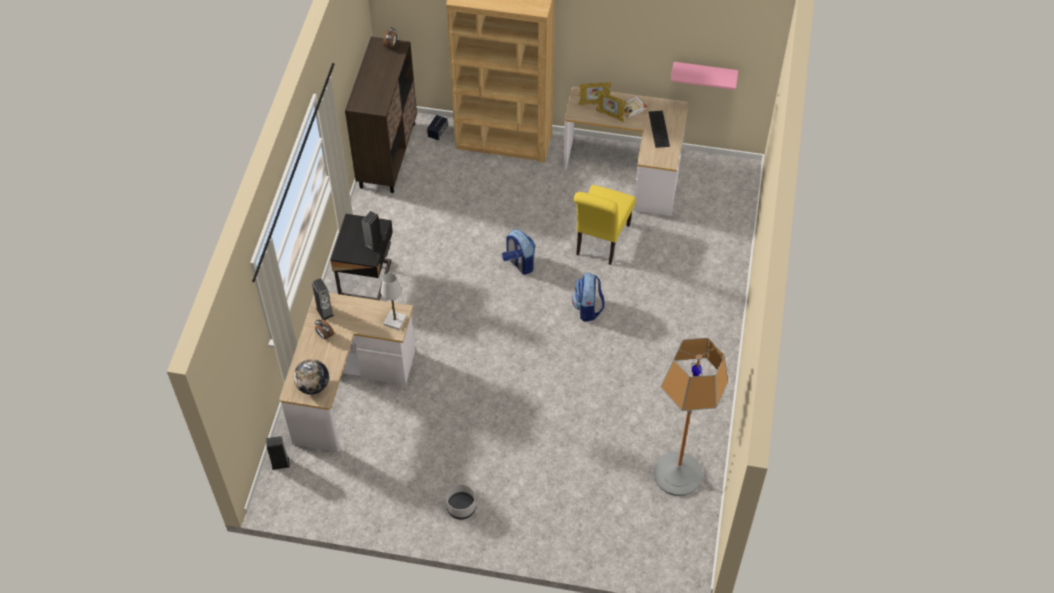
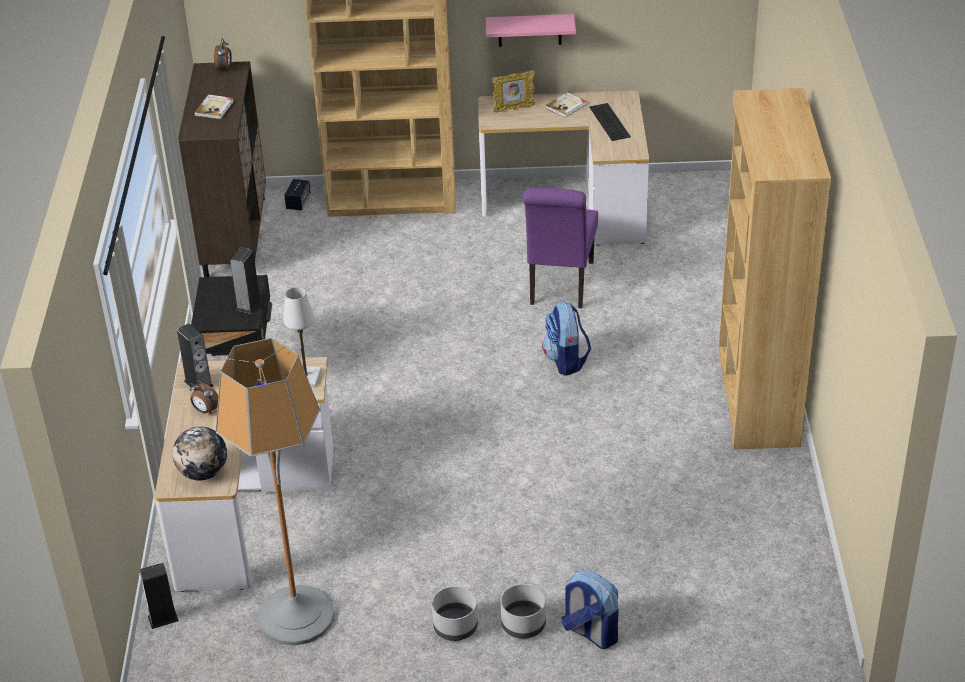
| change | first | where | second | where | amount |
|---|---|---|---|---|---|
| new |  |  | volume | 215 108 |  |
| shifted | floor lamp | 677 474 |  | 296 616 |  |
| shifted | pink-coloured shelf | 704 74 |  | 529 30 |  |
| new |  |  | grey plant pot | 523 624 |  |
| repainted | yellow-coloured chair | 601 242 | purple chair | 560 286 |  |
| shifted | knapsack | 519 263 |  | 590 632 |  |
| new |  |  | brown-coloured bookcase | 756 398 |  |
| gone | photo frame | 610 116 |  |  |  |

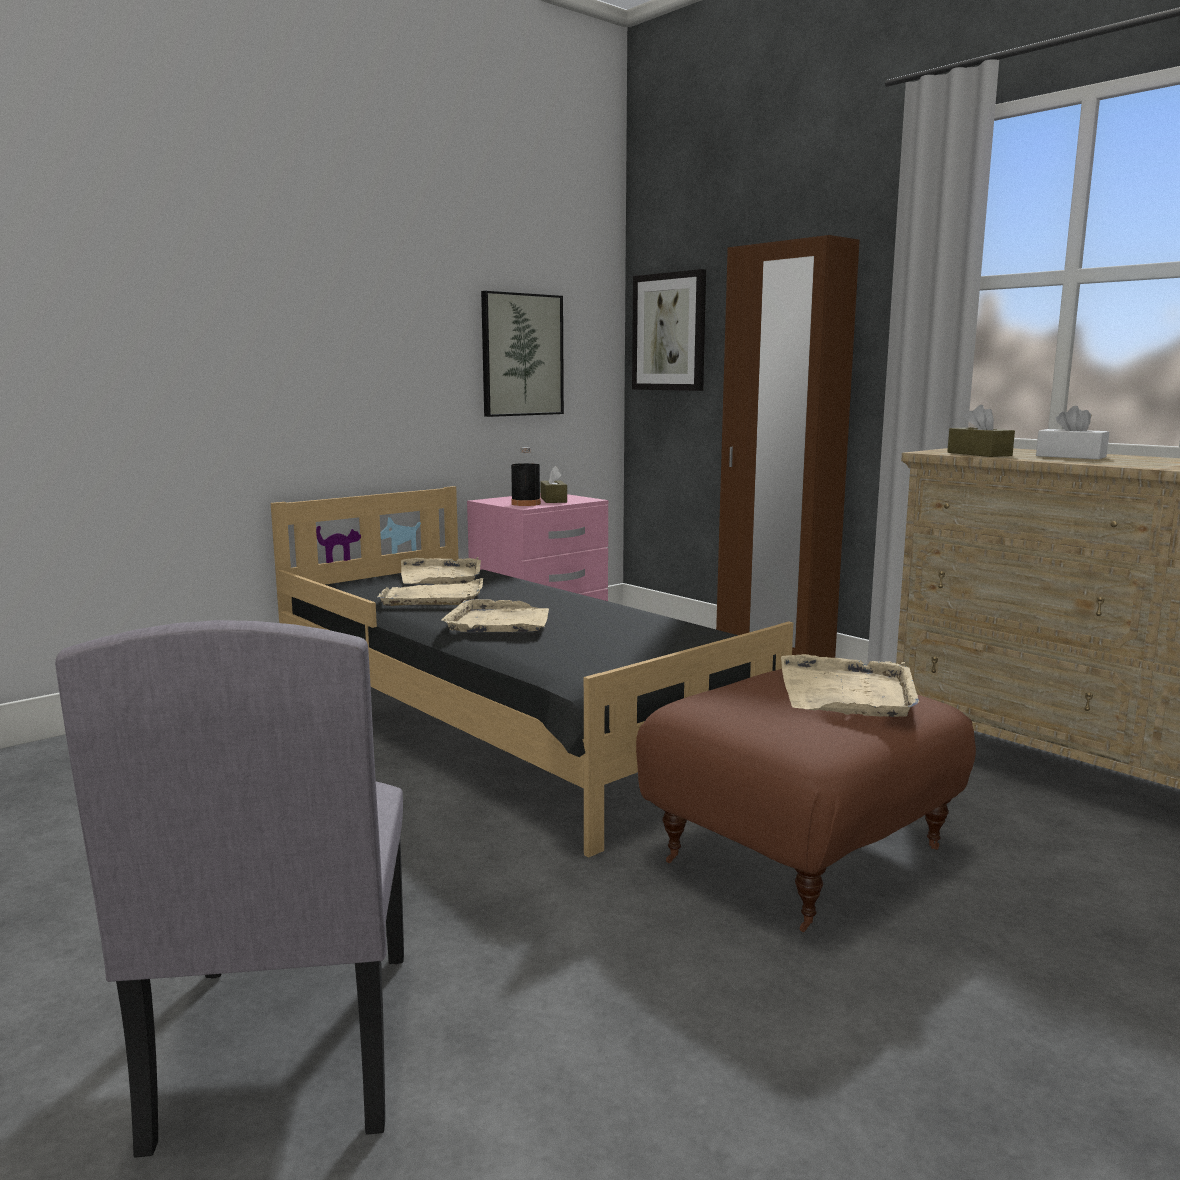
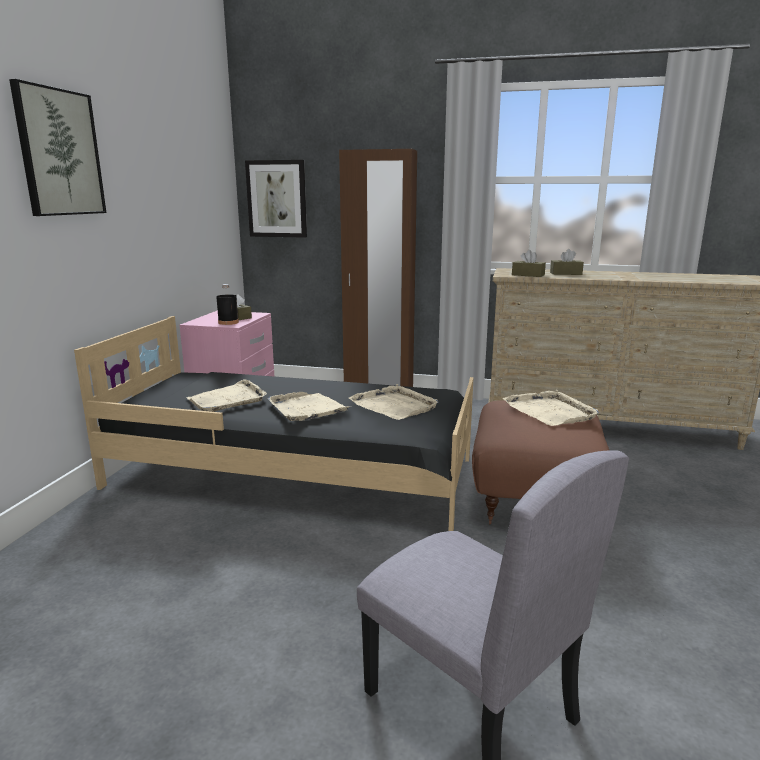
| change | first | where | second | where | amount |
|---|---|---|---|---|---|
| shifted | wall picture | 521 355 |  | 59 153 |  |
| shifted | beige-coloured carrying tray | 440 576 |  | 394 405 |  |
| repainted | white tissue box | 1070 456 | brown-coloured tissue box | 565 273 |  |

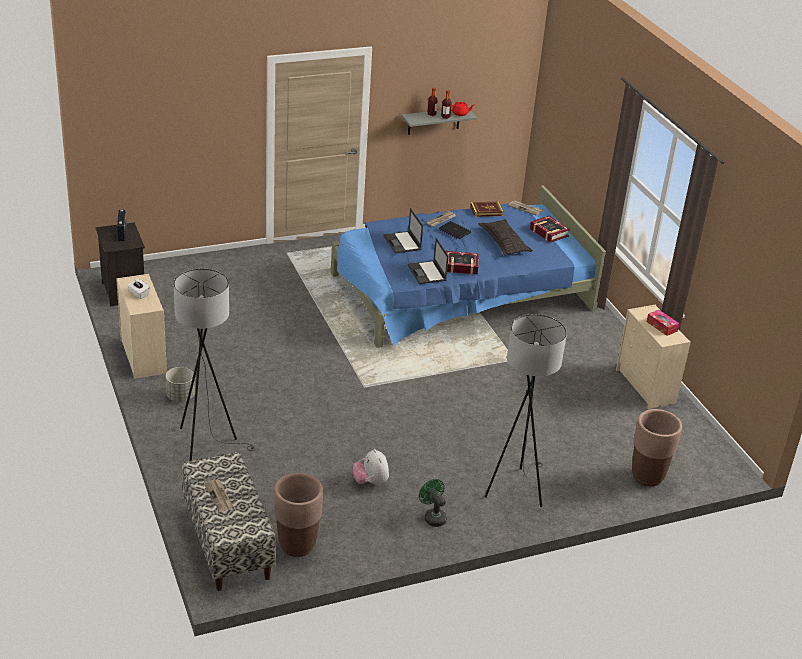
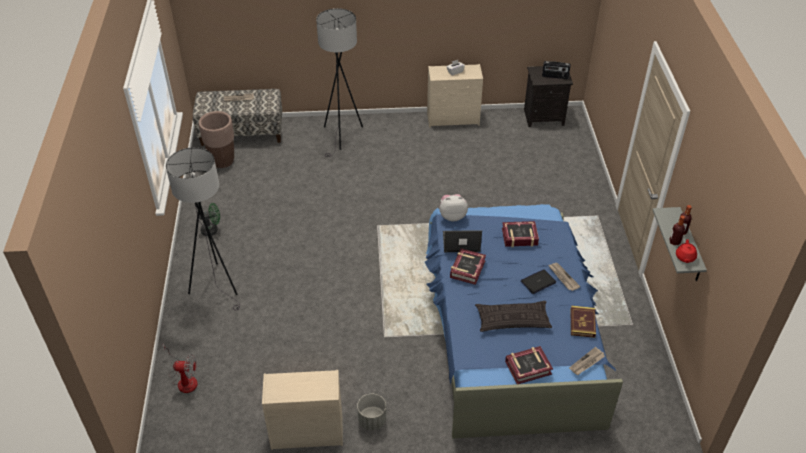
| change | first | where | second | where | amount |
|---|---|---|---|---|---|
| swapped | brown-coloured plant pot | 647 476 | fan | 184 379 |  |
| shifted | grey plant pot | 180 396 |  | 372 420 |  |
| shifted | soft toy | 370 482 |  | 452 216 |  |
| swapped | notebook computer | 402 243 | volume | 519 237 |  |
| gone | tissue box | 661 326 |  |  |  |

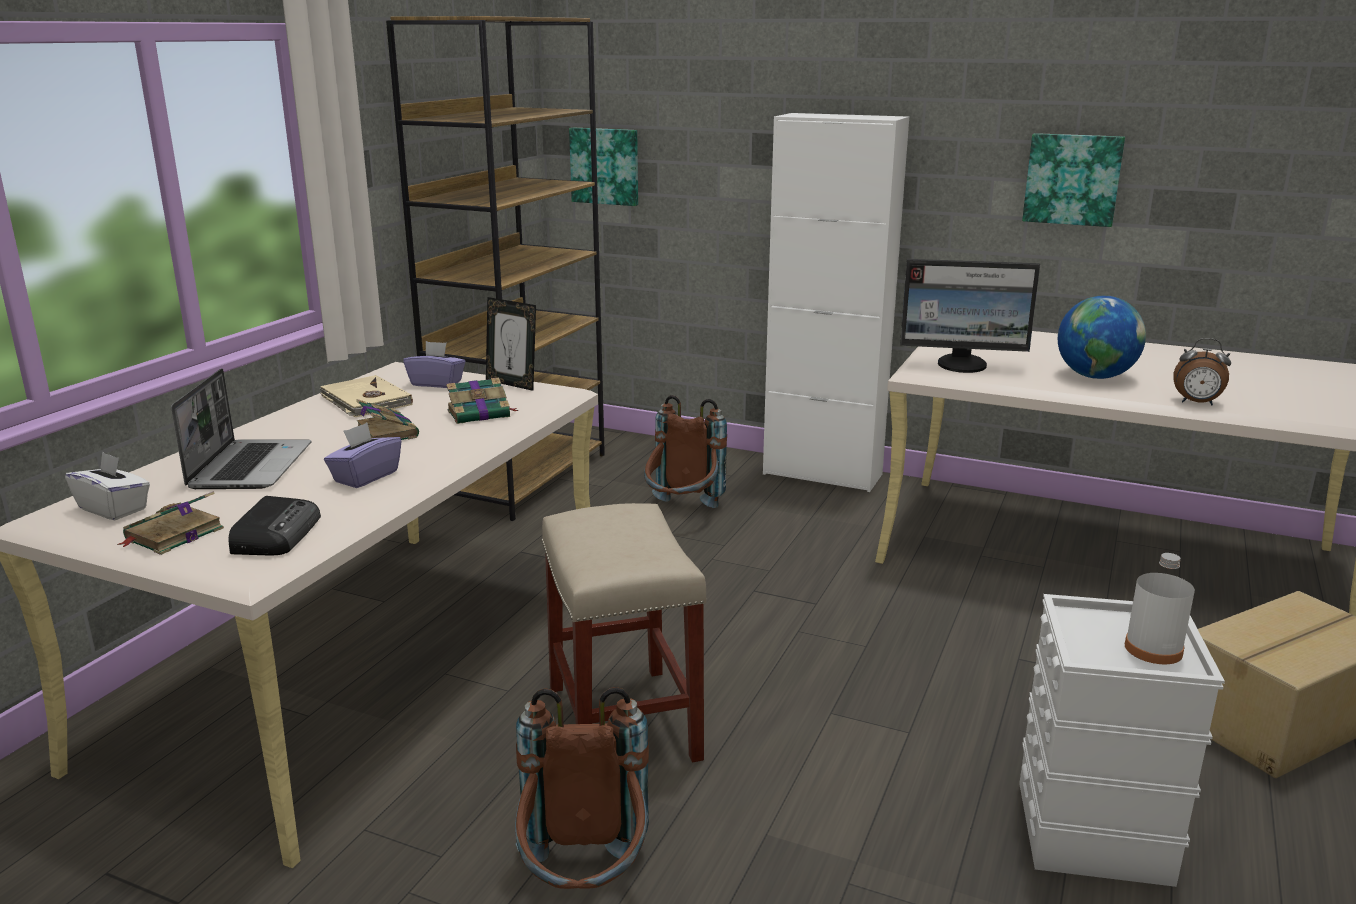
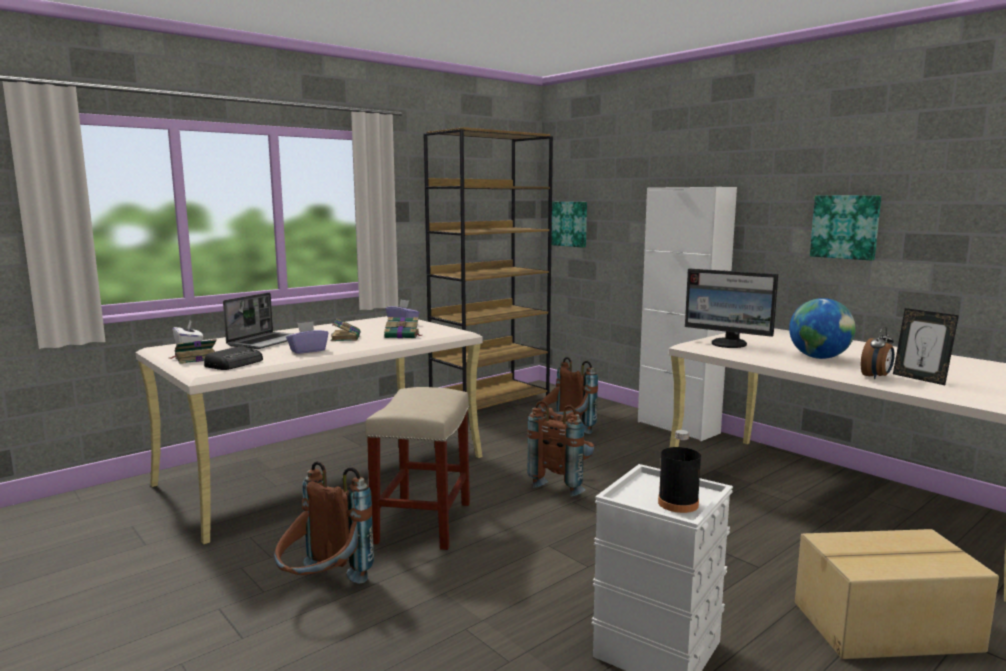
| change | first | where | second | where | amount |
|---|---|---|---|---|---|
| new |  |  | brown-coloured knapsack | 563 483 |  |
| repainted | white drink bottle | 1153 649 | blackish drink bottle | 678 503 |  |
| rotated | bedside clock | 1197 403 |  | 876 377 | 90 degrees counterclockwise |
| shifted | photo frame | 512 384 |  | 920 379 |  |
| gone | beige-coloured volume | 365 401 |  |  |  |

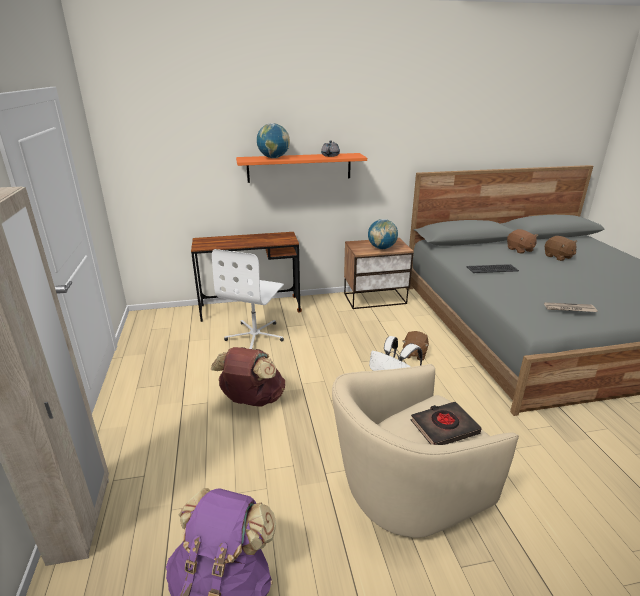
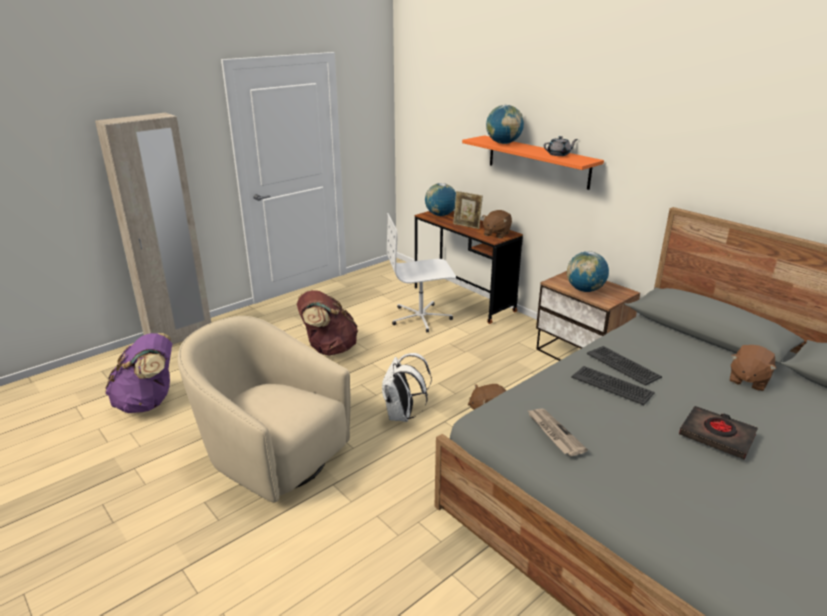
| change | first | where | second | where | amount |
|---|---|---|---|---|---|
| new |  |  | desk globe | 440 215 |  |
| new |  |  | photo frame | 467 226 |  |
| shifted | brown-coloured soft toy | 558 257 |  | 496 234 |  |
| new |  |  | computer keyboard | 612 385 |  |
| shifted | blackish volume | 444 427 |  | 717 436 |  |

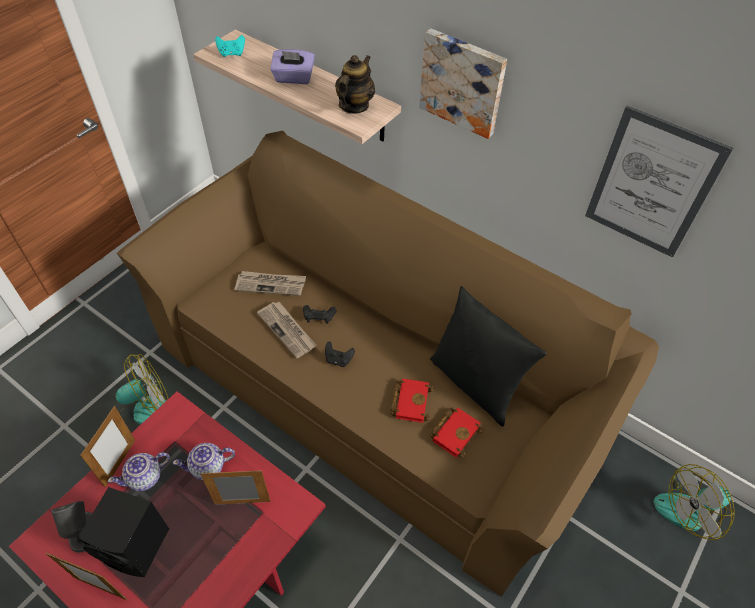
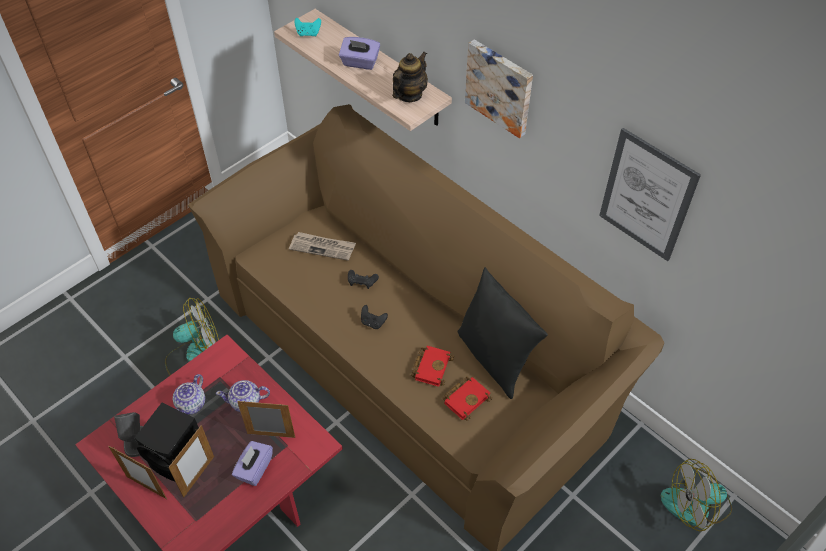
| change | first | where | second | where | amount |
|---|---|---|---|---|---|
| shifted | photo frame | 120 463 |  | 198 476 |  |
| rotated | teapot | 145 477 |  | 192 404 | 45 degrees counterclockwise |
| new |  |  | purple tissue box | 254 469 |  |
| gone | newspaper | 287 330 |  |  |  |

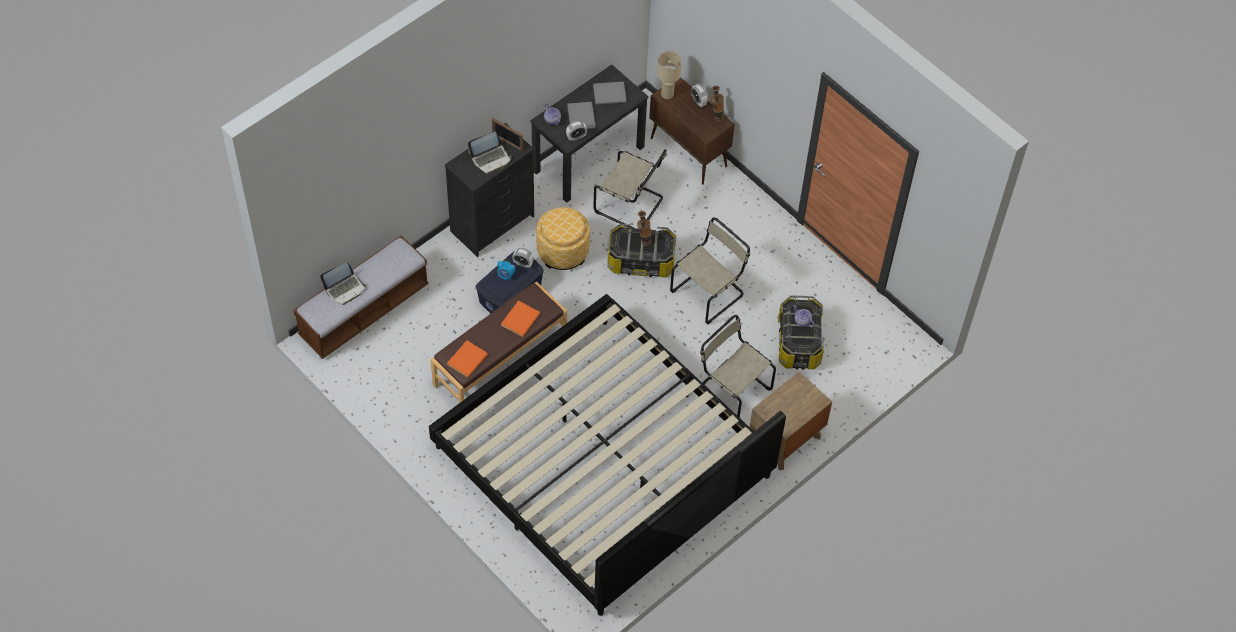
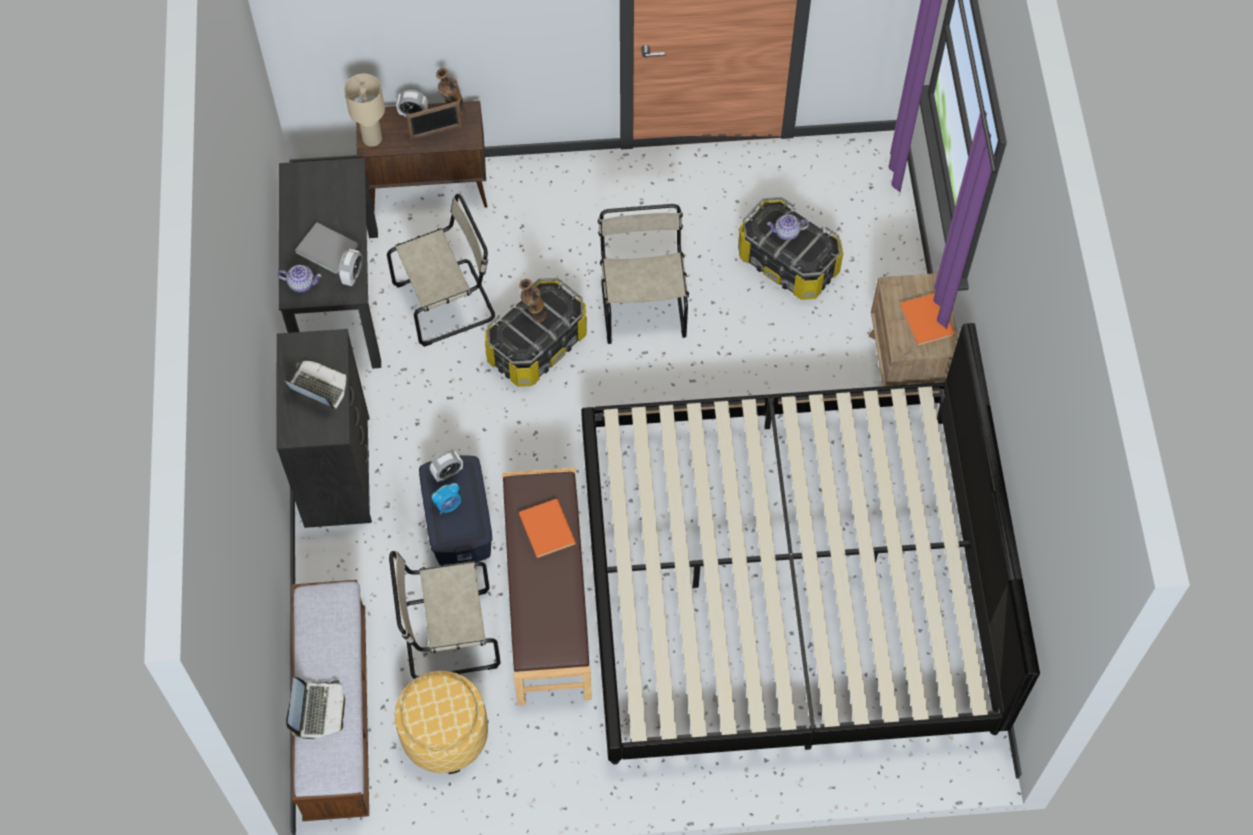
| change | first | where | second | where | amount |
|---|---|---|---|---|---|
| rotated | notebook computer | 491 158 |  | 317 388 | 75 degrees counterclockwise |
| shifted | beige-coloured chair | 731 389 |  | 446 635 |  |
| shifted | pouffe | 562 251 |  | 445 734 |  |
| shifted | photo frame | 507 142 |  | 436 132 |  |
| shifted | orange-coloured volume | 469 359 |  | 927 319 |  |
| gone | grey volume | 610 94 |  |  |  |

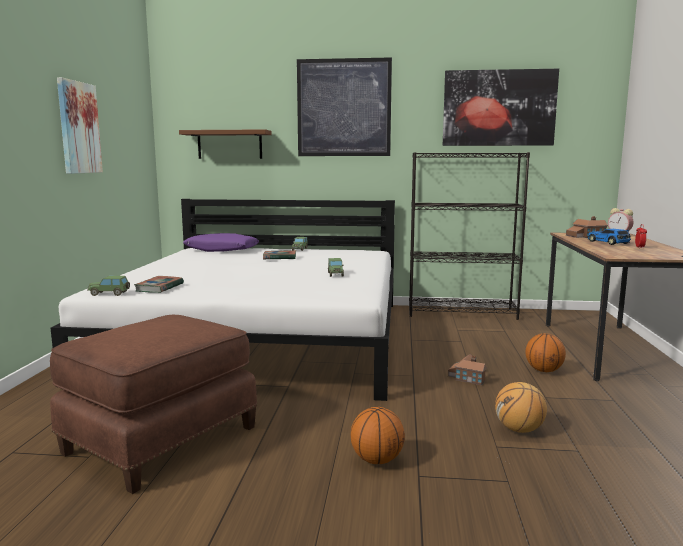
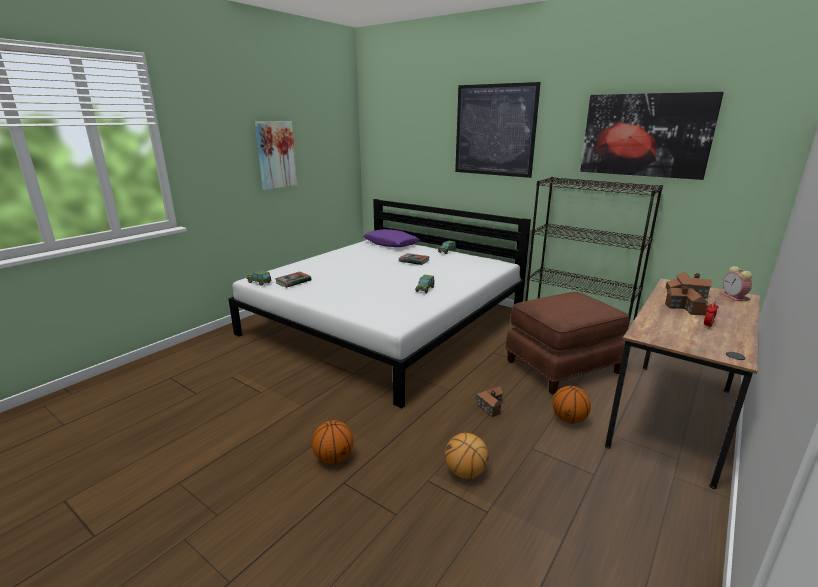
| change | first | where | second | where | amount |
|---|---|---|---|---|---|
| shifted | brown-coloured pouffe | 160 439 |  | 561 366 |  |
| swapped | model car | 608 242 | toy house | 688 309 |  |
| gone | brown-coloured shelf | 229 144 |  |  |  |

